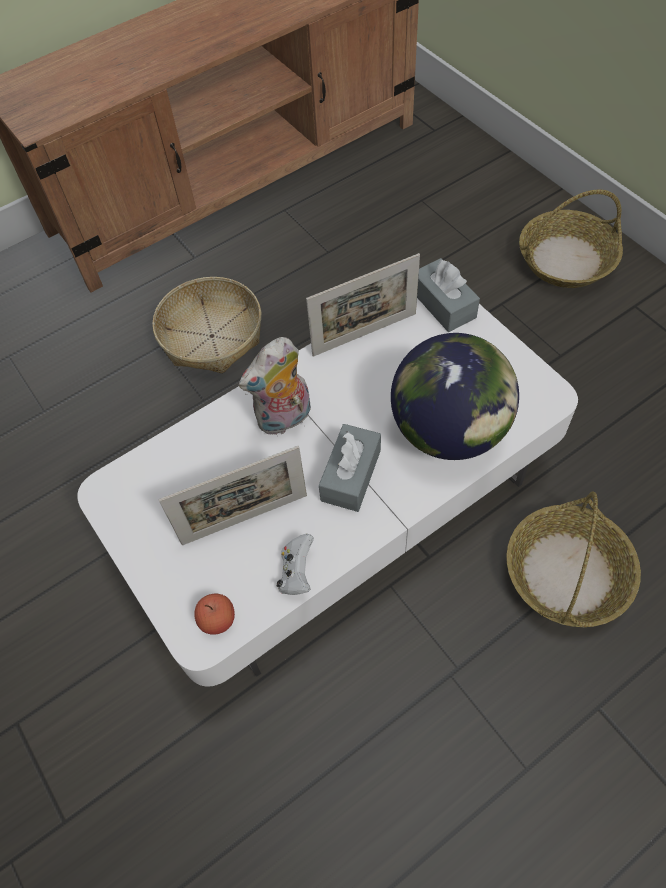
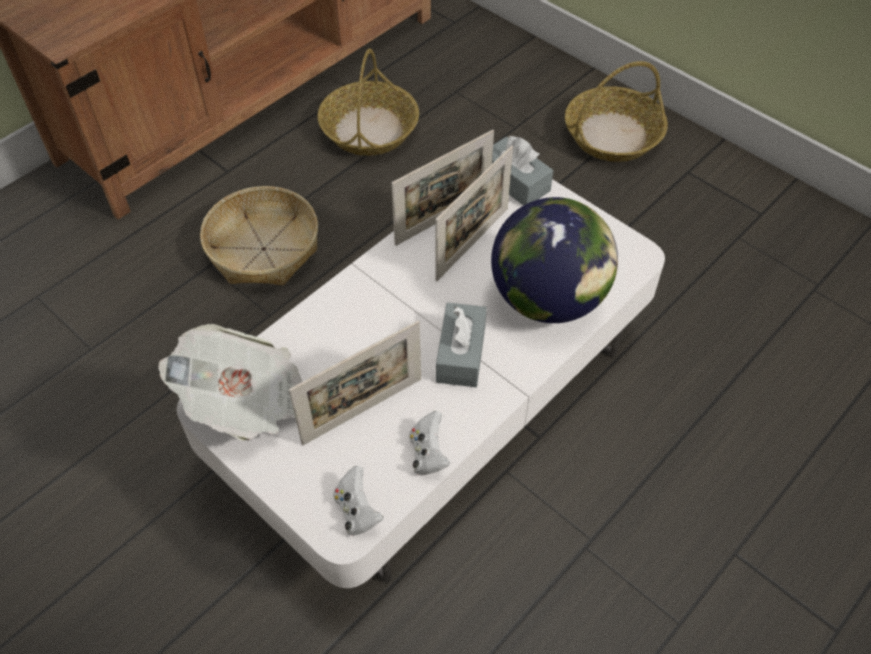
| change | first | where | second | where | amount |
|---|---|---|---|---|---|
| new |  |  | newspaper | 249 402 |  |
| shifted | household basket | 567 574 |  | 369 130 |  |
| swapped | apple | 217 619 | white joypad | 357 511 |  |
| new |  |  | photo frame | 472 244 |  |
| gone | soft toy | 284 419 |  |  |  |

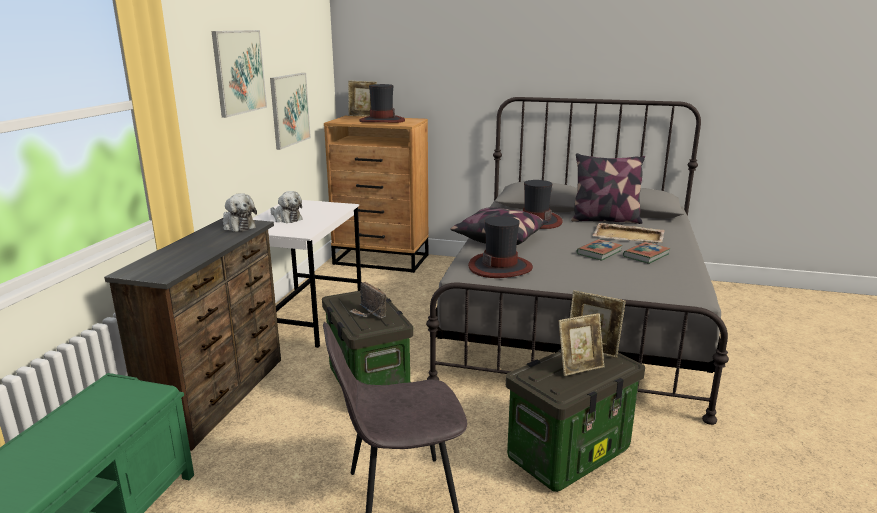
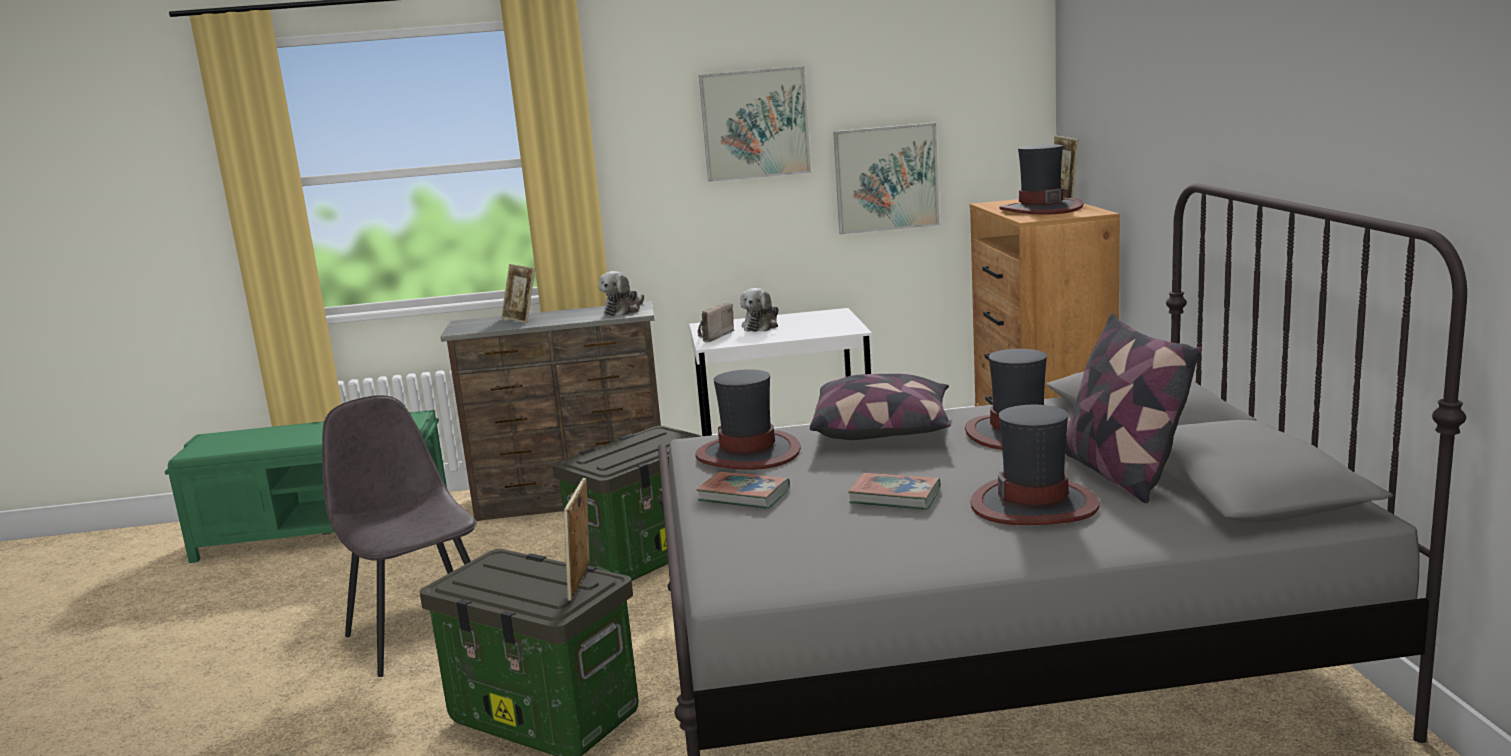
| change | first | where | second | where | amount |
|---|---|---|---|---|---|
| shifted | photo frame | 579 367 |  | 521 319 |  |
| shifted | volume | 646 255 |  | 744 495 |  |
| shifted | radio set | 368 313 |  | 712 337 |  |
| swapped | beige-coloured carrying tray | 629 236 | hat | 1034 504 |  |

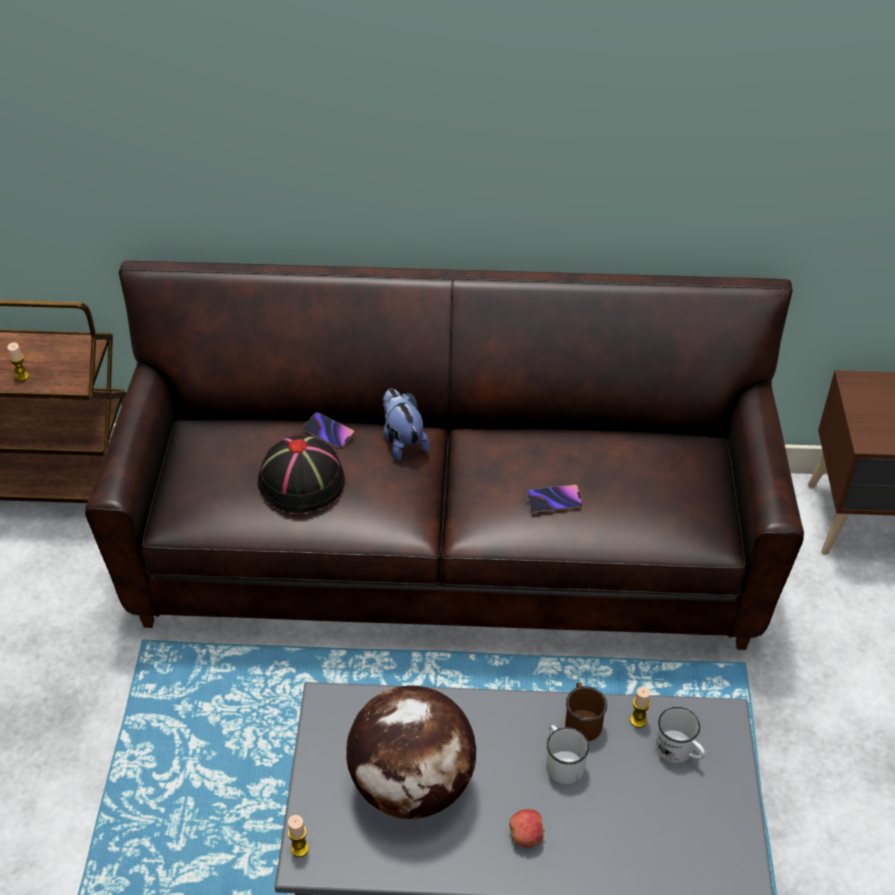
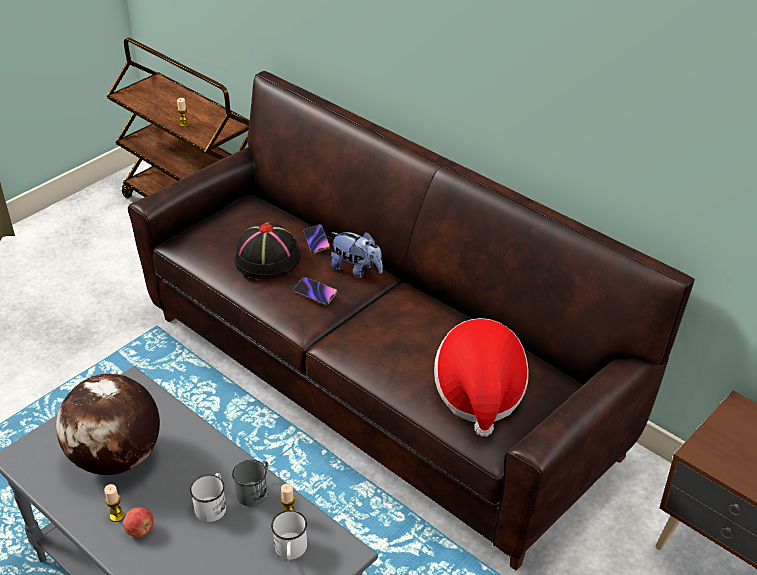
| change | first | where | second | where | amount |
|---|---|---|---|---|---|
| shifted | wax candle | 299 848 |  | 117 516 |  |
| repainted | brown-coloured coffee mug | 582 720 | grey coffee mug | 255 491 |  |
| shifted | telephone | 554 501 |  | 315 293 |  |
| rotated | soft toy | 402 441 |  | 357 270 | 105 degrees clockwise |
| new |  |  | hat | 479 394 |  |

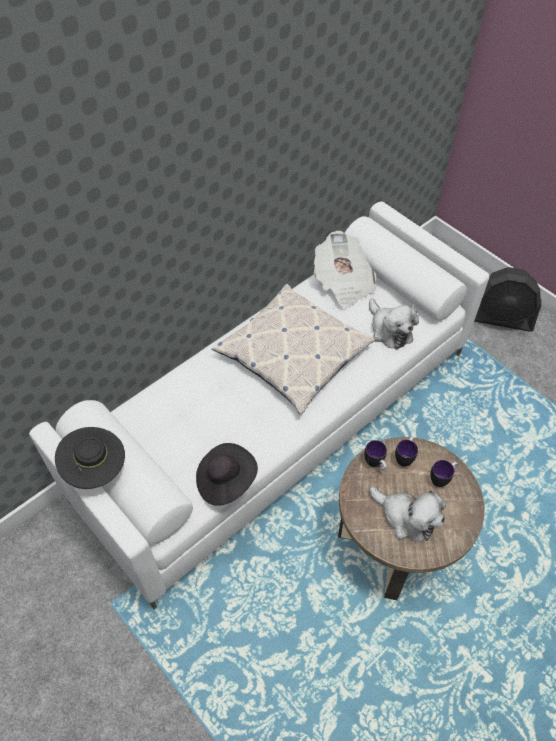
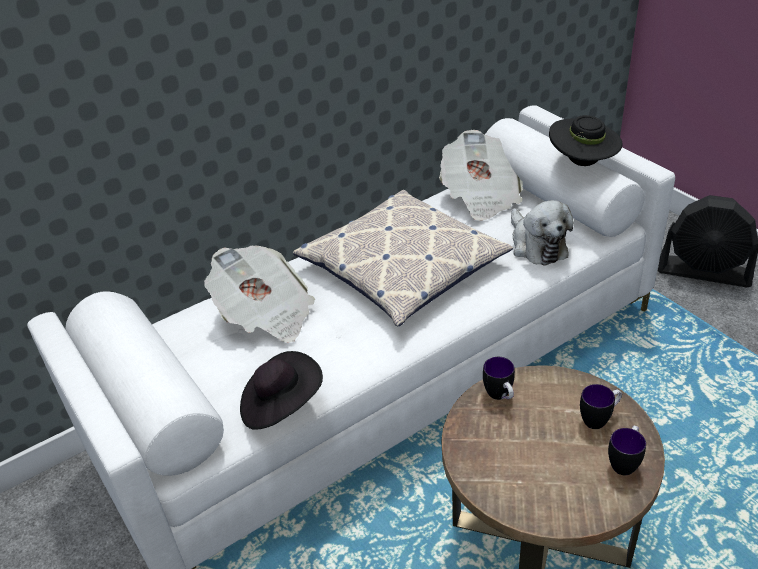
| change | first | where | second | where | amount |
|---|---|---|---|---|---|
| new |  |  | newspaper | 265 314 |  |
| shifted | blackish hat | 96 469 |  | 582 163 |  |
| shifted | coffee mug | 405 457 |  | 625 462 |  |
| gone | soft toy | 407 517 |  |  |  |

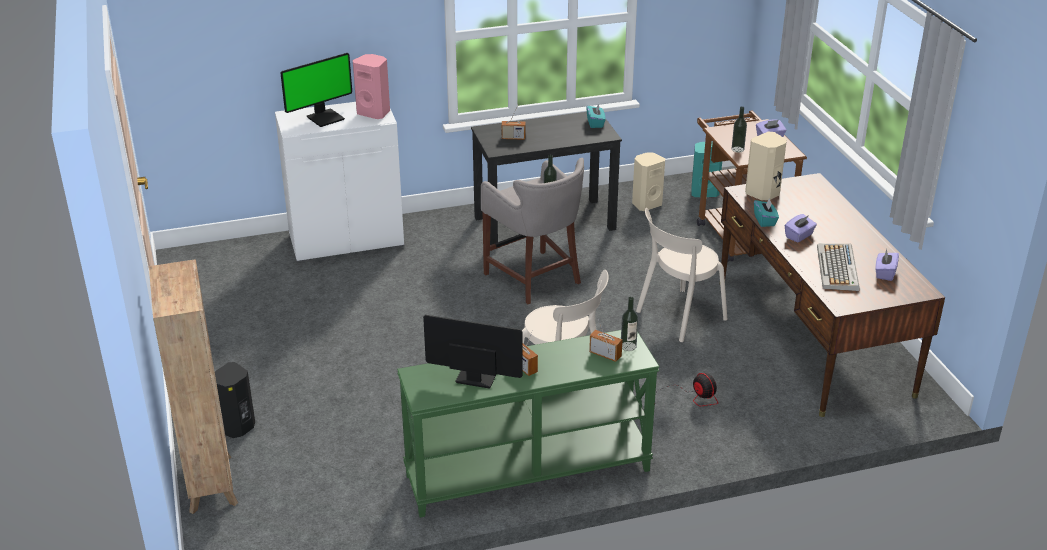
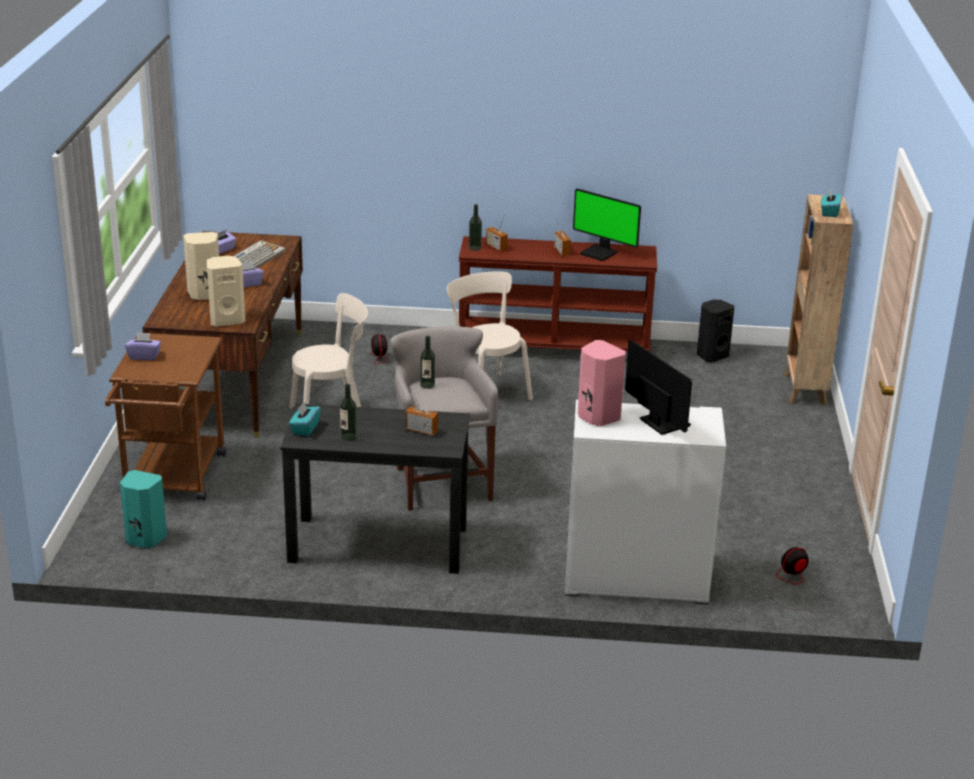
| change | first | where | second | where | amount |
|---|---|---|---|---|---|
| shifted | beige-coloured speaker | 646 204 |  | 204 295 |  |
| shifted | drink bottle | 737 149 |  | 348 437 |  |
| repainted | green hall table | 528 474 | brown-coloured hall table | 554 348 |  |
| rotated | computer screen | 325 117 |  | 662 423 | 75 degrees clockwise |
| shifted | blackish speaker | 237 427 |  | 711 355 |  |
| new |  |  | fan | 791 586 |  |
| shifted | turquoise-coloured tissue box | 765 220 |  | 829 212 |  |

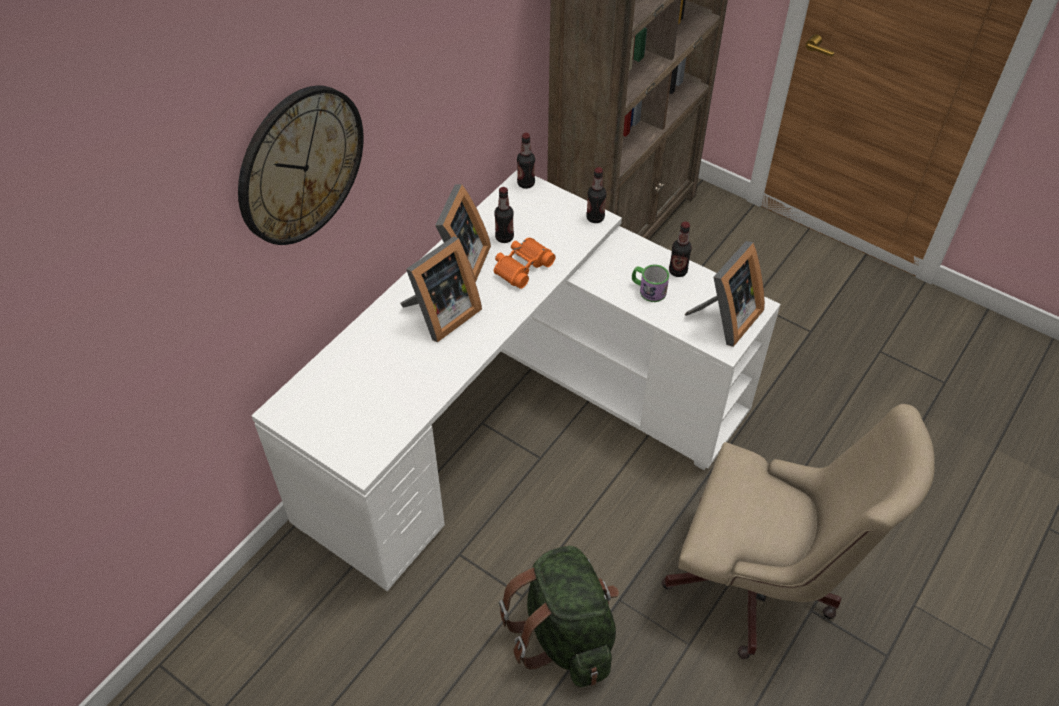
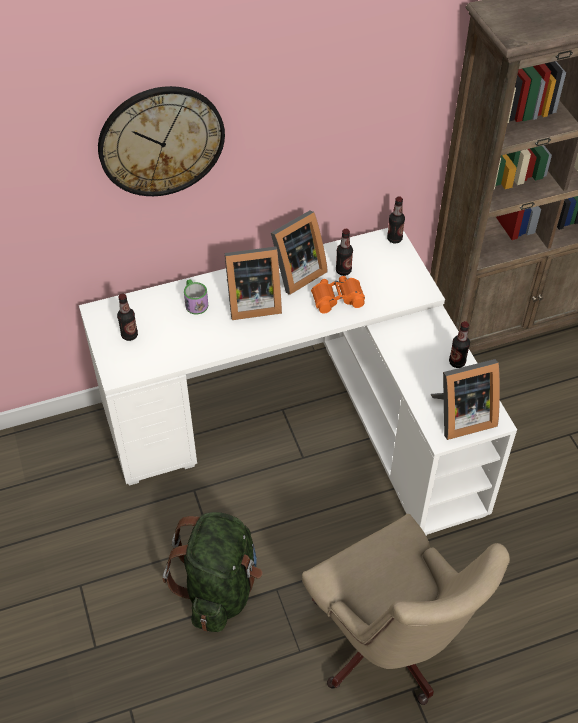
| change | first | where | second | where | amount |
|---|---|---|---|---|---|
| shifted | drink bottle | 595 218 |  | 129 335 |  |
| shifted | coffee mug | 648 290 |  | 195 302 |  |

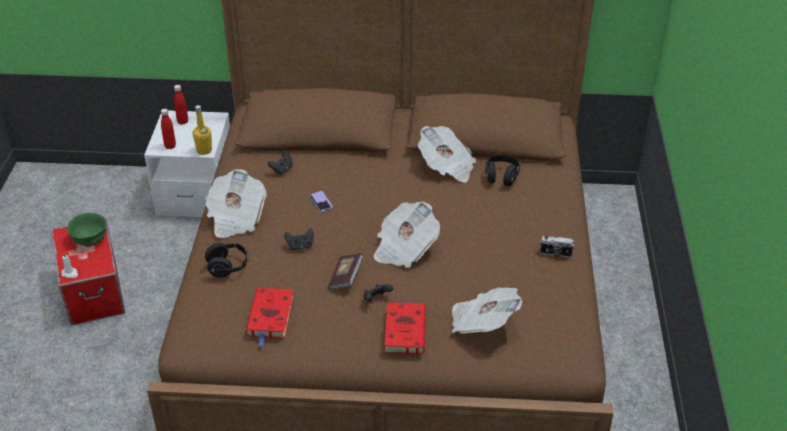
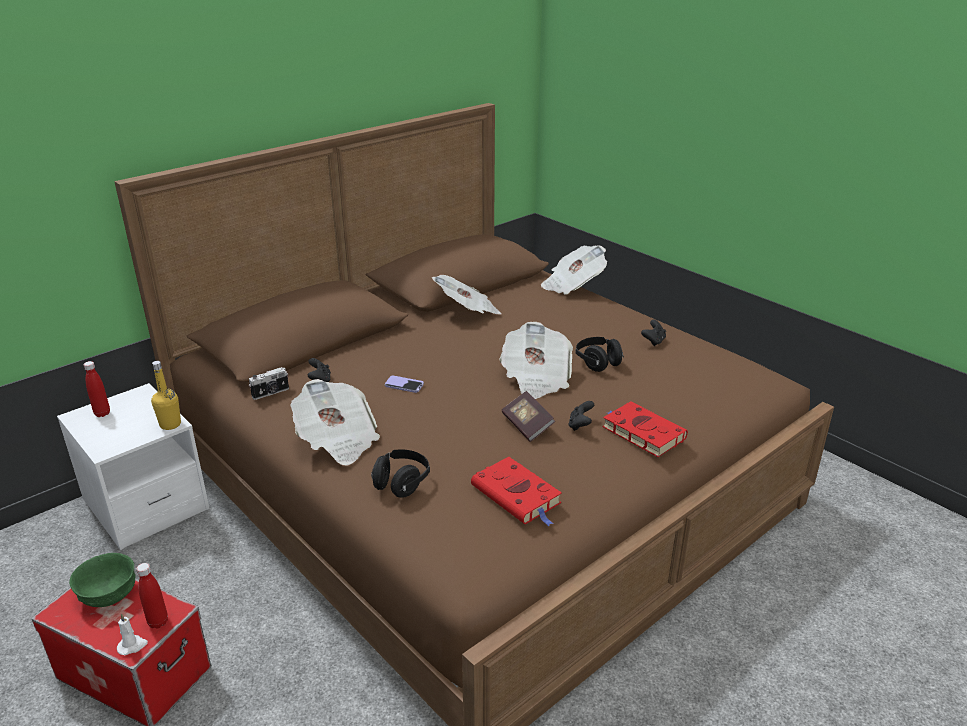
| change | first | where | second | where | amount |
|---|---|---|---|---|---|
| shifted | red drink bottle | 170 146 |  | 158 622 |  |
| shifted | photo camera | 555 254 |  | 271 393 |  |
| shifted | newspaper | 482 323 |  | 572 285 |  |
| shifted | blackish headset | 501 177 |  | 597 362 |  |
| shifted | blackish joypad | 300 246 |  | 653 341 |  |

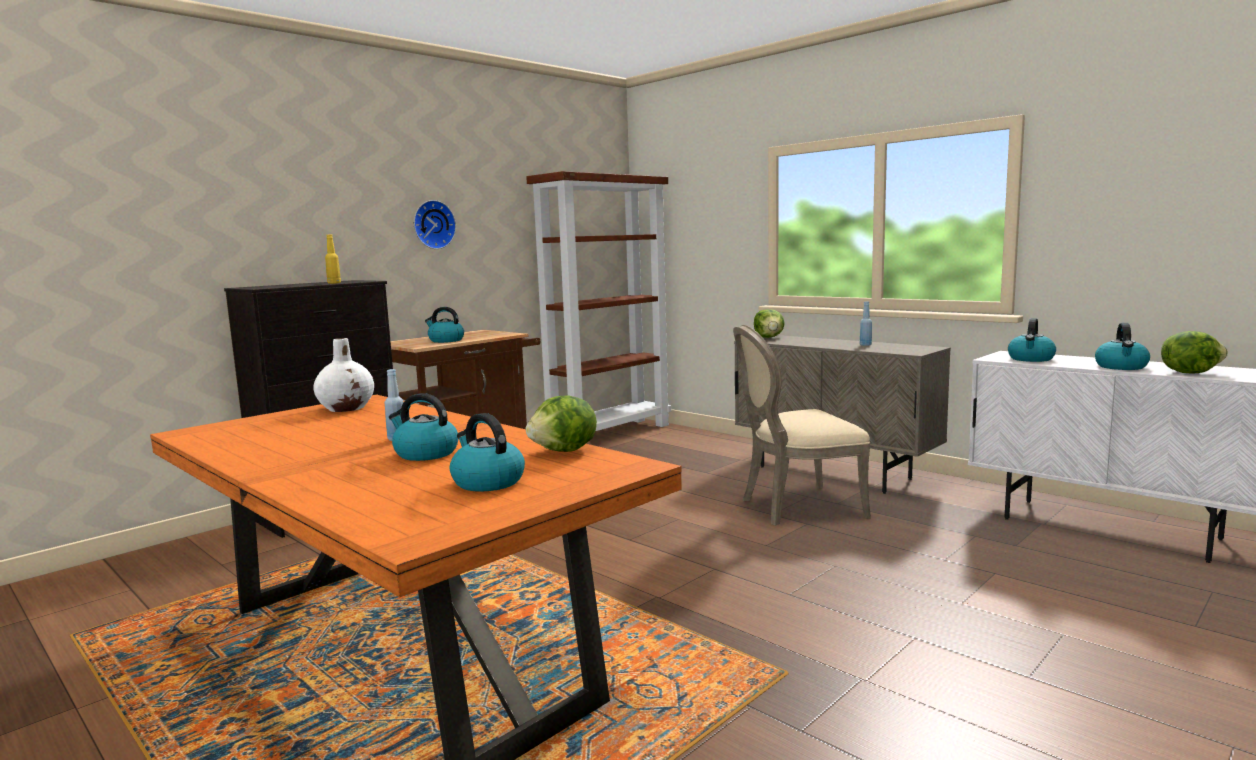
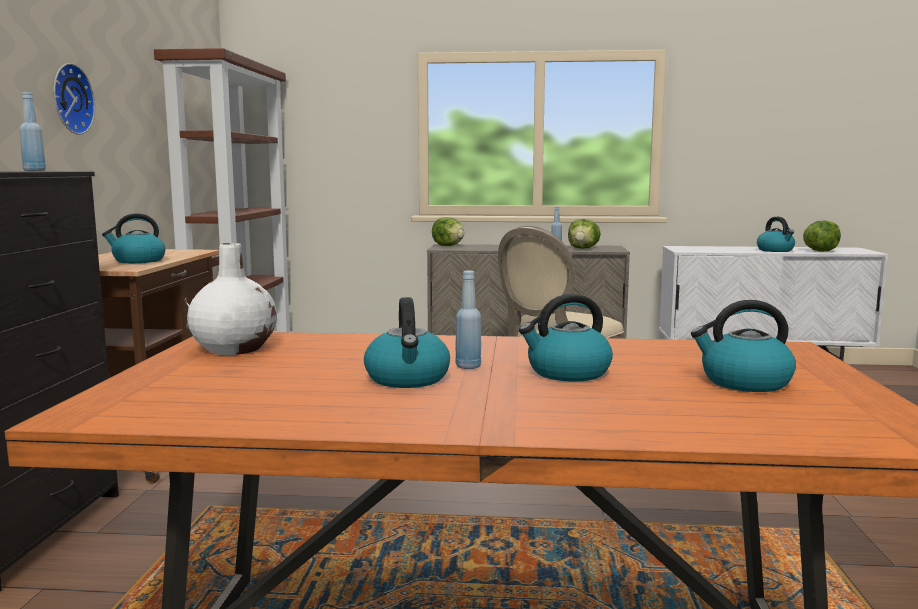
| change | first | where | second | where | amount |
|---|---|---|---|---|---|
| repainted | yellow-coloured drink bottle | 334 283 | bluish drink bottle | 34 171 |  |
| shifted | tea kettle | 1031 359 |  | 408 379 |  |
| shifted | lettuce head | 565 451 |  | 583 248 |  |

